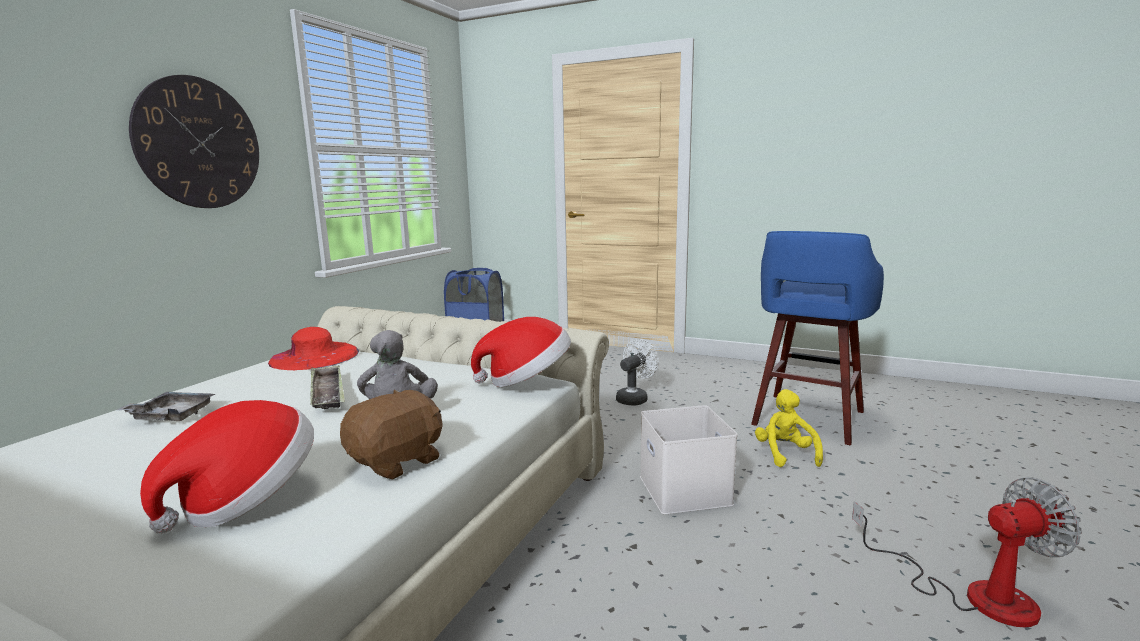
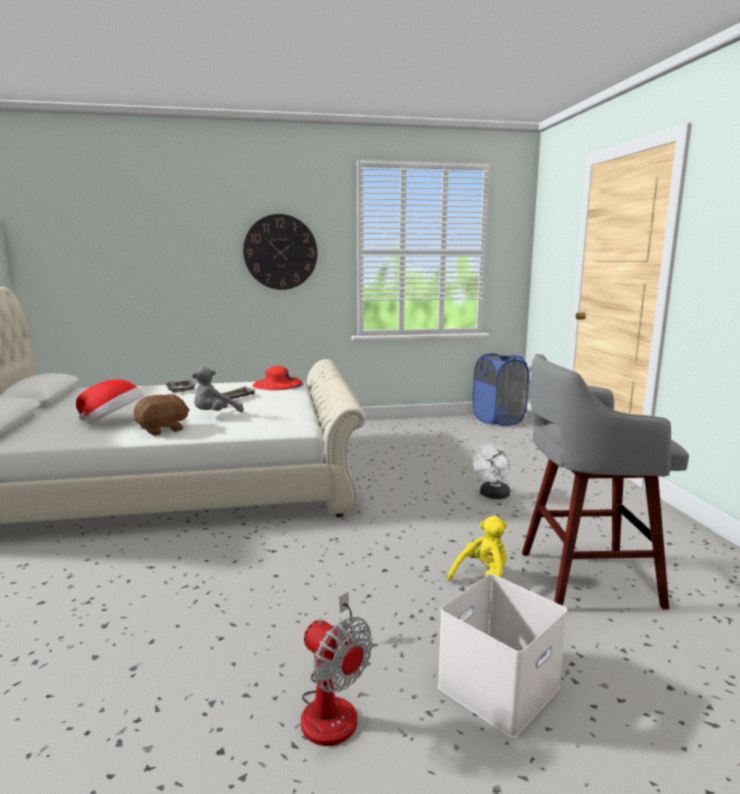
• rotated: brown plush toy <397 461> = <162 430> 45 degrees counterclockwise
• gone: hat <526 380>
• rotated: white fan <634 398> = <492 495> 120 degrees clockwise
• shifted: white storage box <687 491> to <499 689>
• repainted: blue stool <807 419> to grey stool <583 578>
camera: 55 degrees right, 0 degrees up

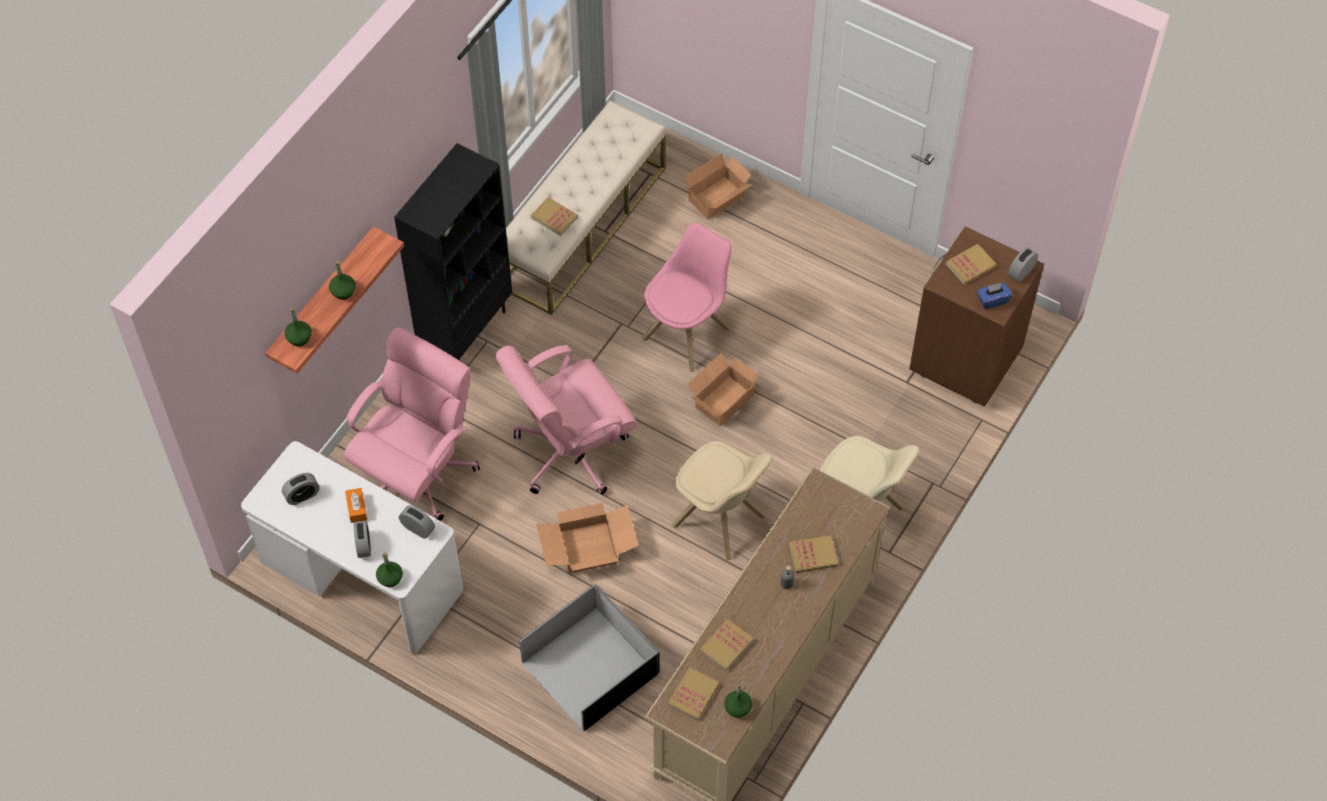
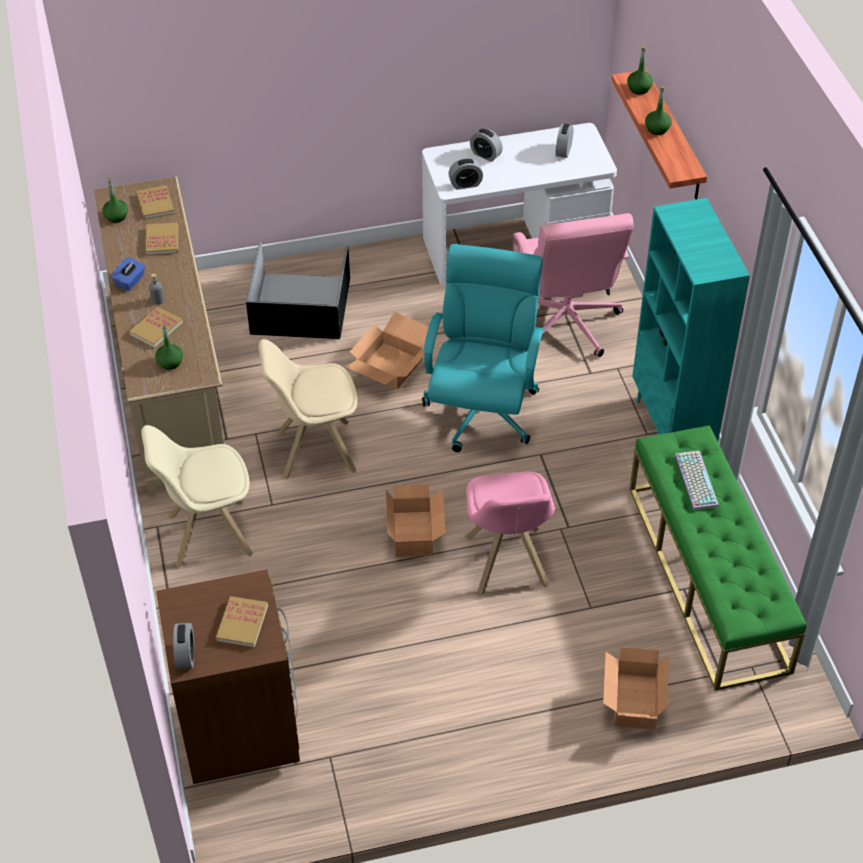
• gone: orange tissue box <356 508>
• shifted: green bottle <390 578> to <170 362>
• repainted: black bookcase <466 330> to turquoise bookcase <672 428>
• repainted: pink office chair <571 451> to turquoise office chair <482 411>
• repainted: beige bench <582 225> to green bench <707 577>
• swapped: book <554 217> to keyboard <694 480>
• shifted: blue tissue box <992 300> to <130 281>
camera: 135 degrees right, 10 degrees down

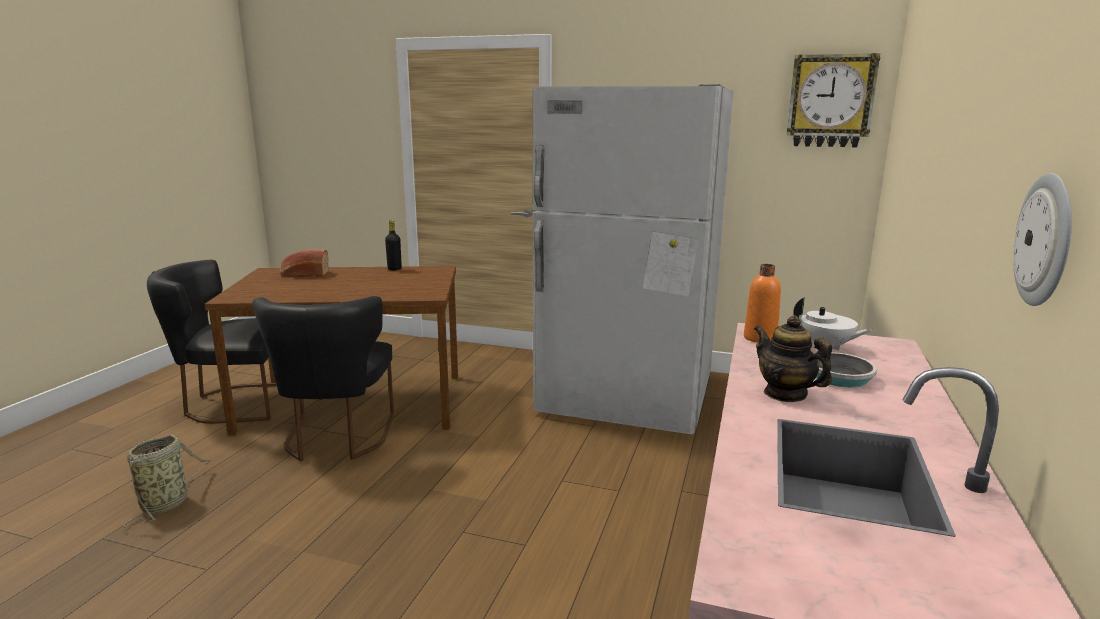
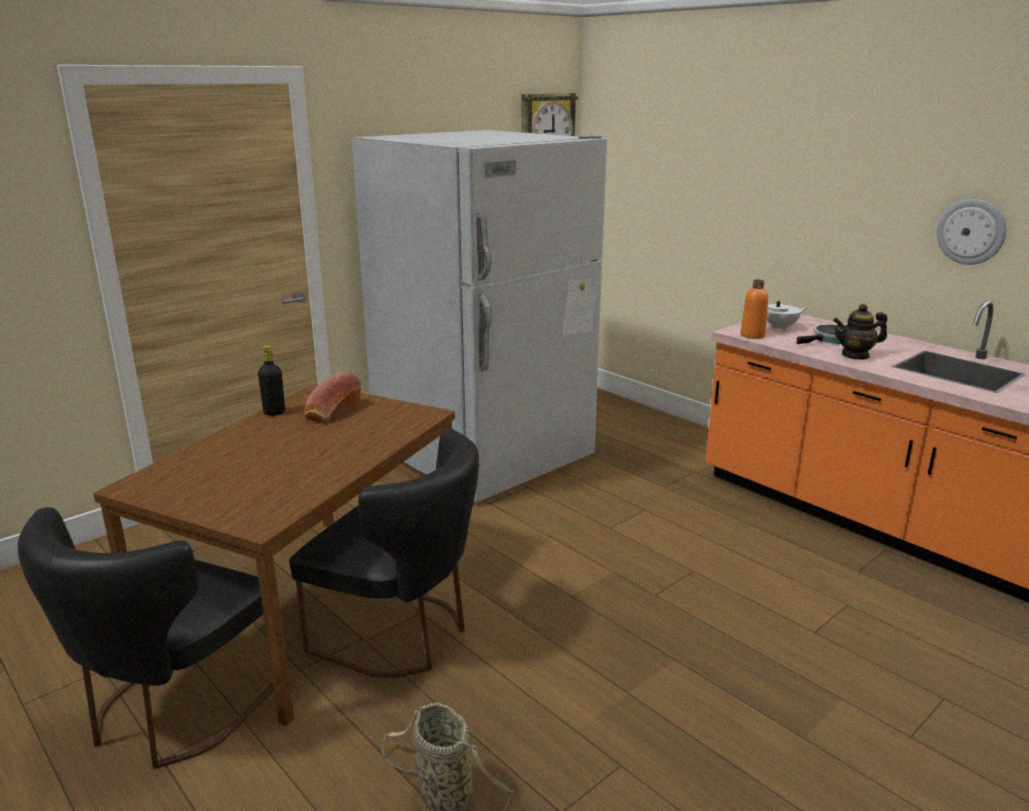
• shifted: bread <304 274> to <332 412>
camera: 60 degrees left, 5 degrees up

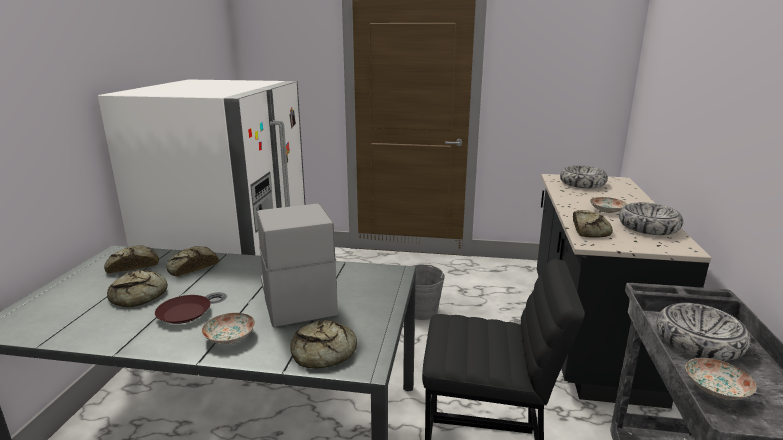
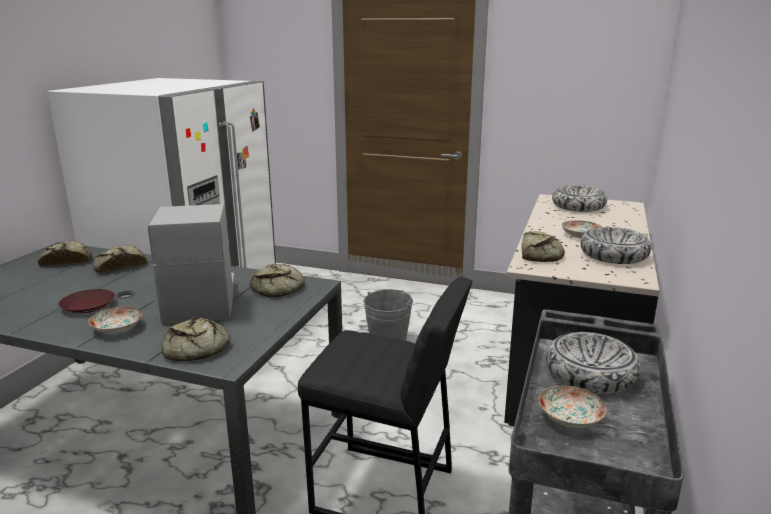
• shifted: bread <140 295> to <280 288>
camera: 10 degrees right, 0 degrees up

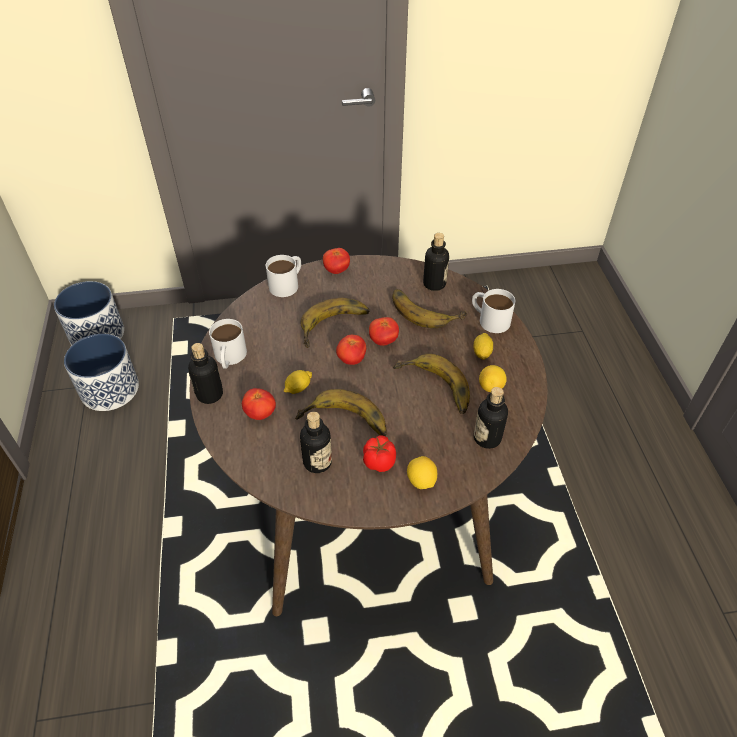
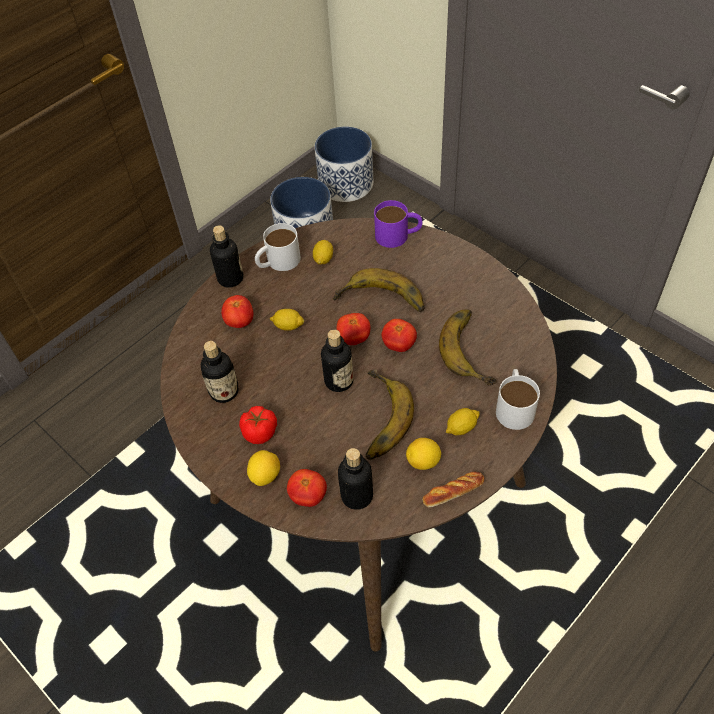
• repainted: white mug <287 283> to purple mug <398 235>
• gone: banana <343 424>
• shifted: tomato <336 270> to <308 496>
• shifted: bottle <434 284> to <339 381>
• new: lemon <323 259>
• new: bread <453 492>
camera: 55 degrees right, 5 degrees up

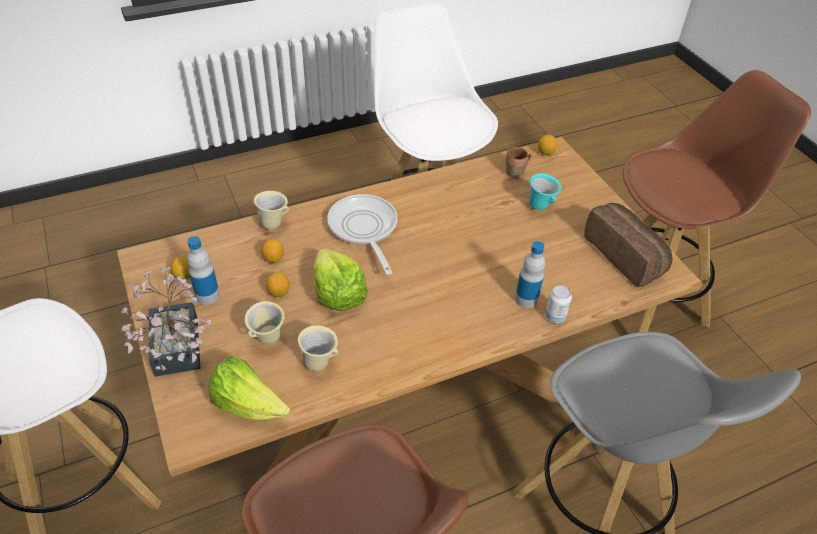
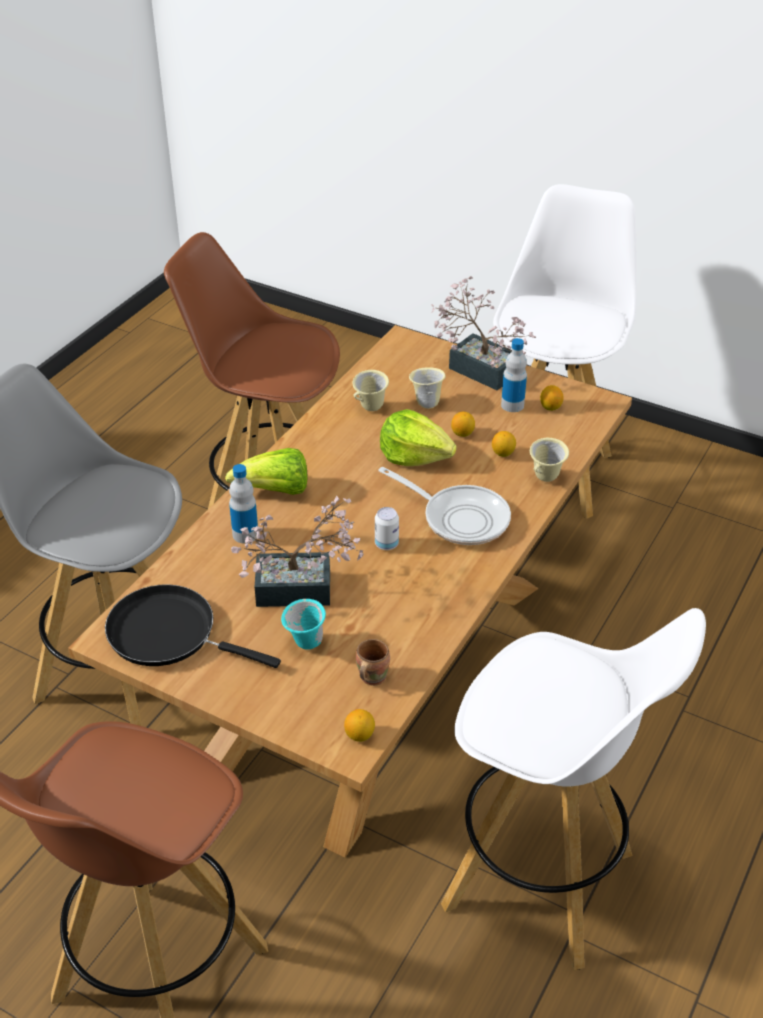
• shifted: lettuce <248 405> to <275 491>
• shifted: can <555 316> to <386 544>
• swapped: bread <625 255> to black frying pan <169 633>
• new: potted plant <304 589>
camera: 145 degrees right, 5 degrees down

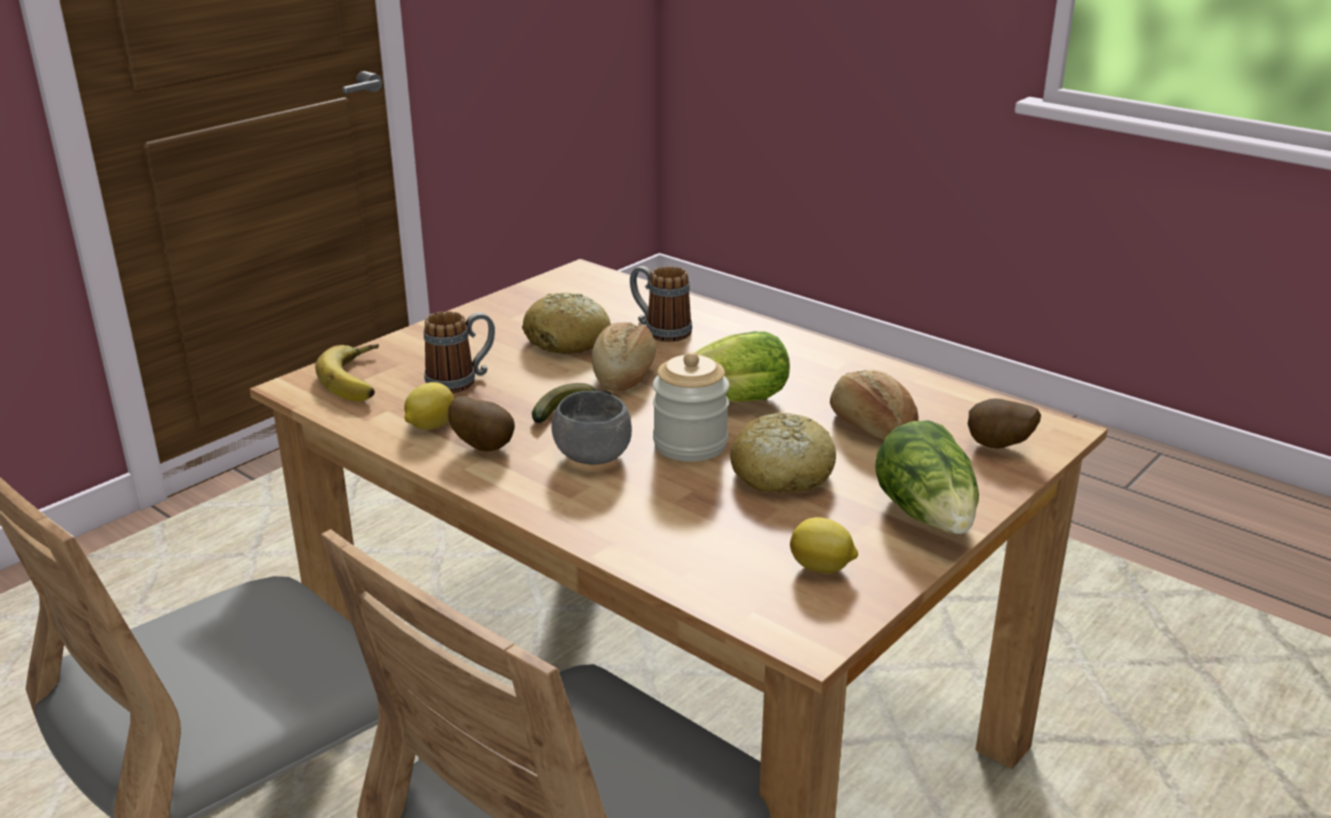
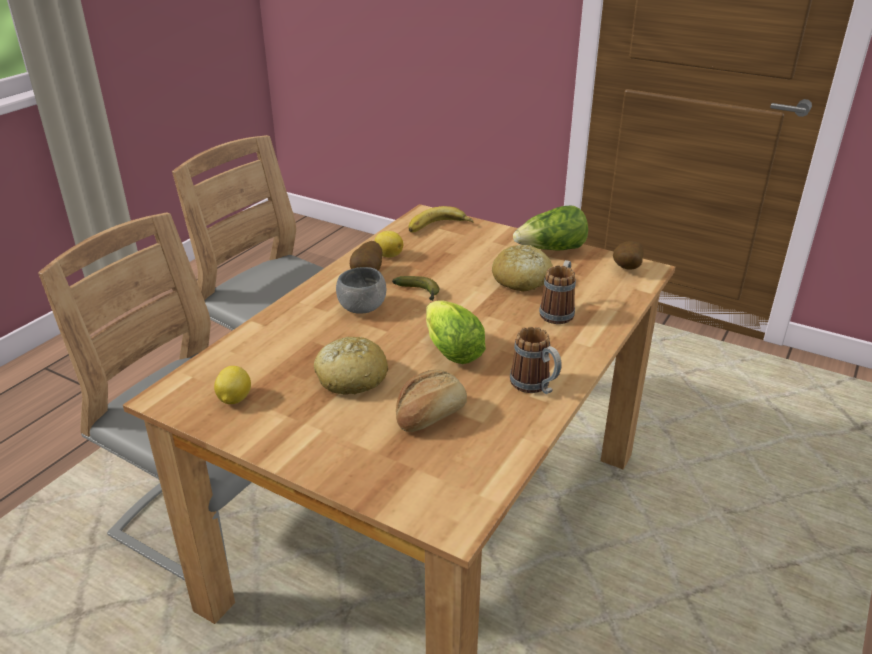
• shifted: mug <462 381> to <535 387>
• gone: bread <624 374>
• gone: jar <690 444>
• shifted: lettuce <928 516> to <551 250>
• shifted: potato <998 448> to <625 269>
camera: 80 degrees right, 5 degrees up

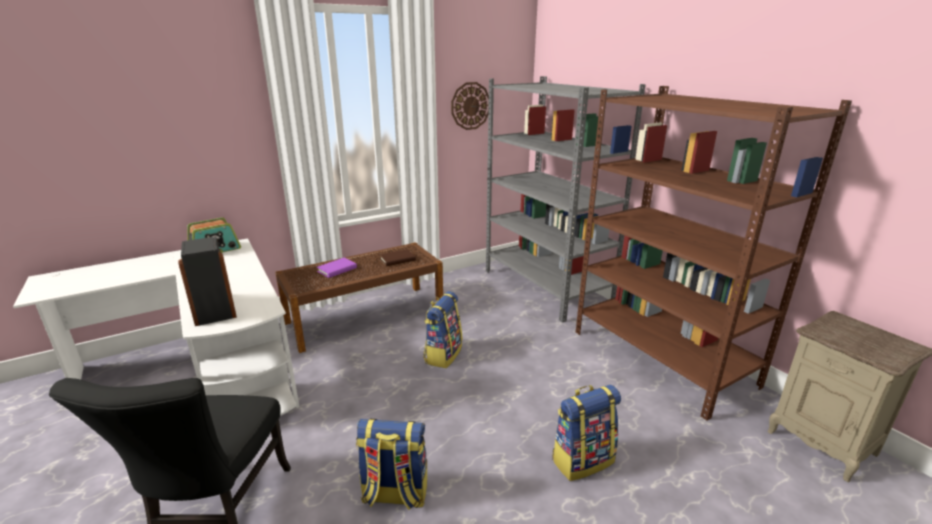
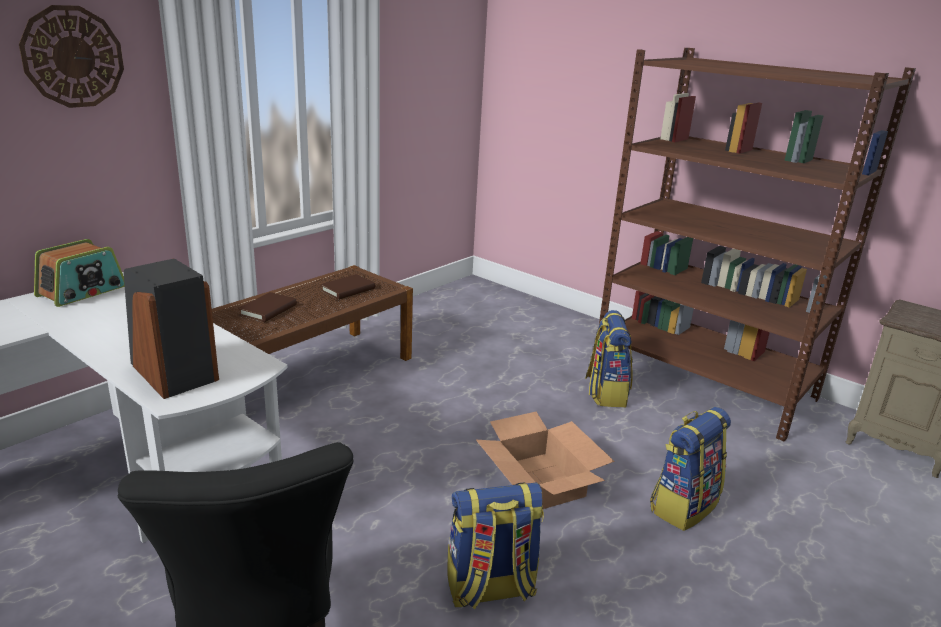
• repainted: purple book <337 270> to brown book <268 310>
• shifted: backpack <443 354> to <605 393>
• shifted: wall clock <470 106> to <73 57>
• gone: grey bookcase <545 286>
• new: cardboard box <540 481>
camera: 20 degrees left, 0 degrees up

